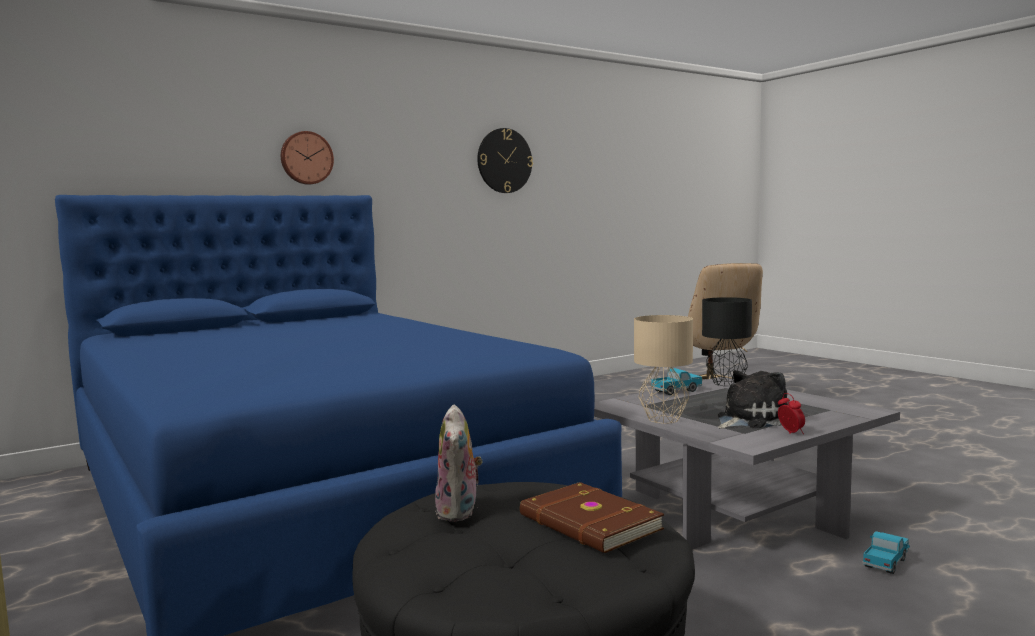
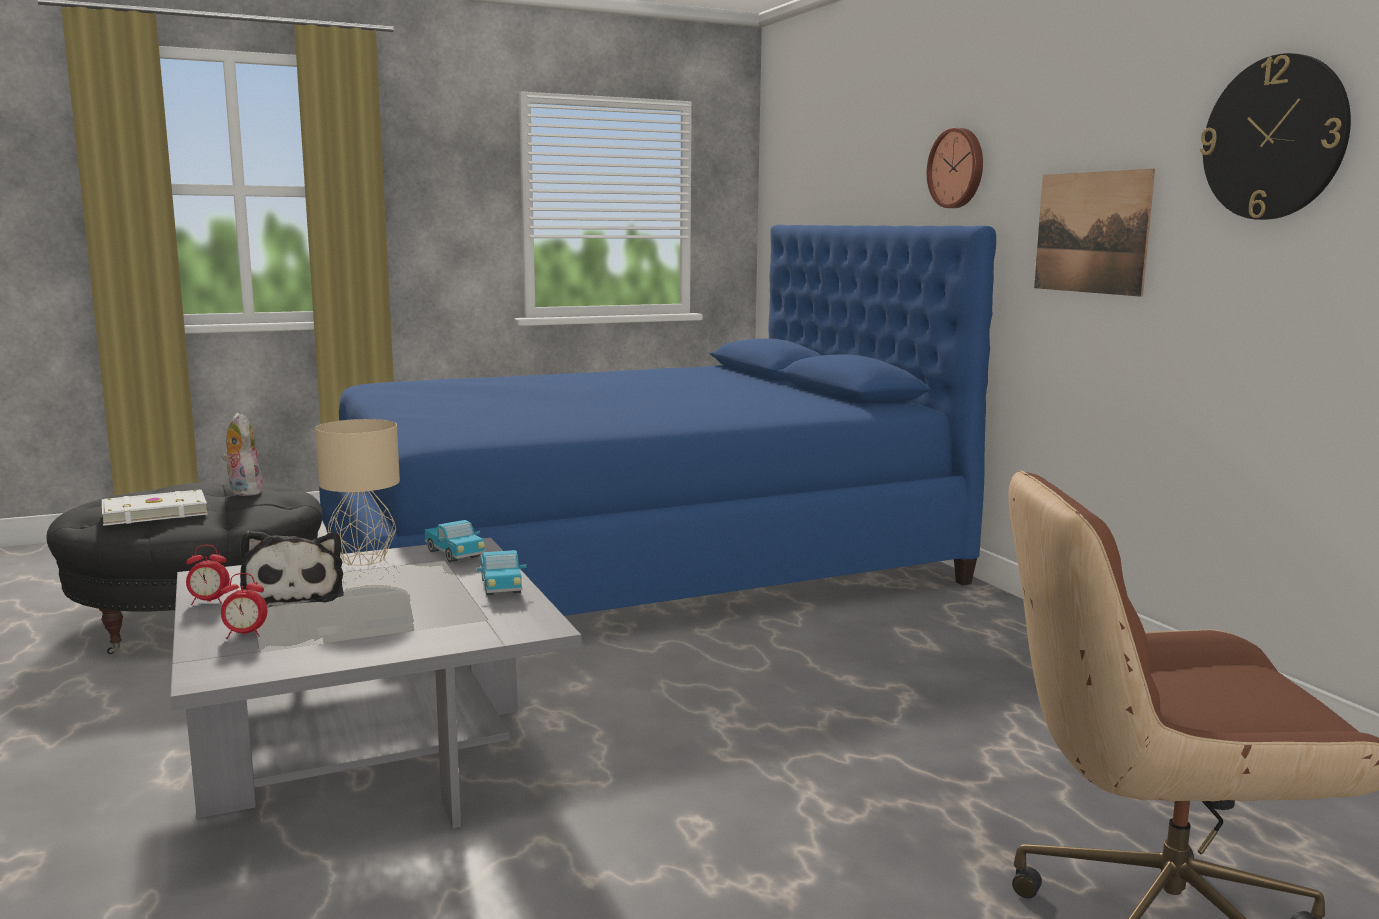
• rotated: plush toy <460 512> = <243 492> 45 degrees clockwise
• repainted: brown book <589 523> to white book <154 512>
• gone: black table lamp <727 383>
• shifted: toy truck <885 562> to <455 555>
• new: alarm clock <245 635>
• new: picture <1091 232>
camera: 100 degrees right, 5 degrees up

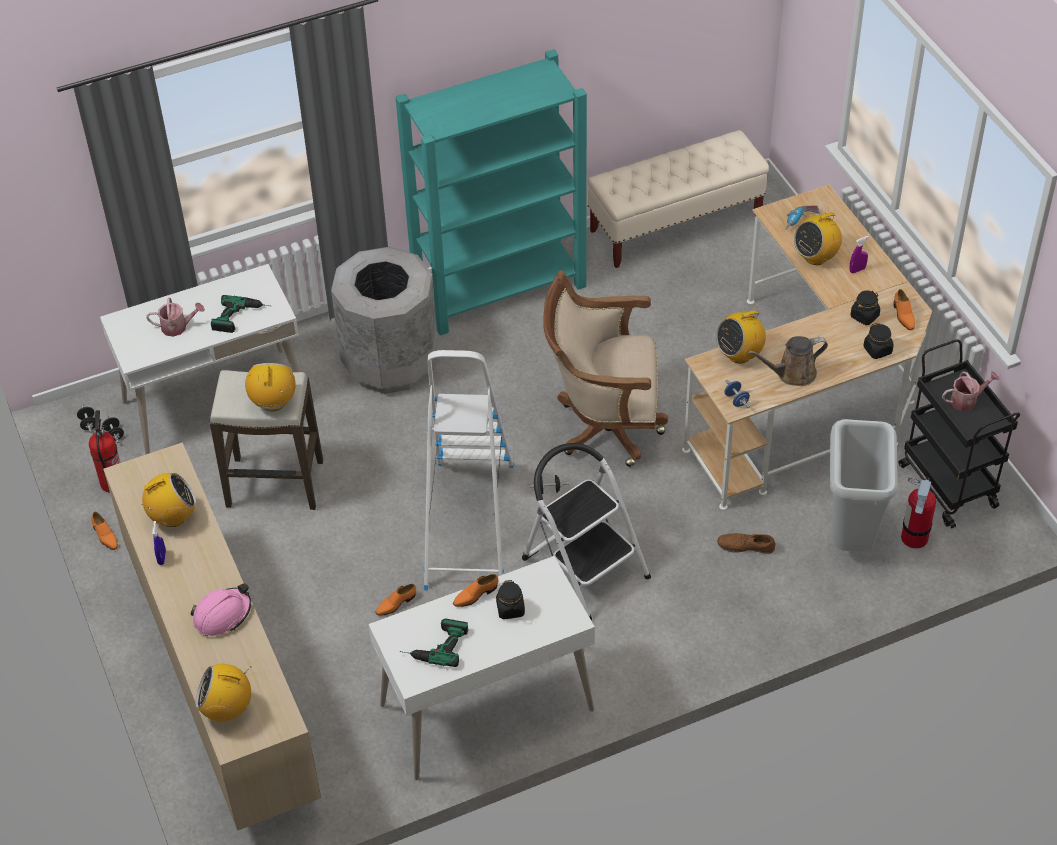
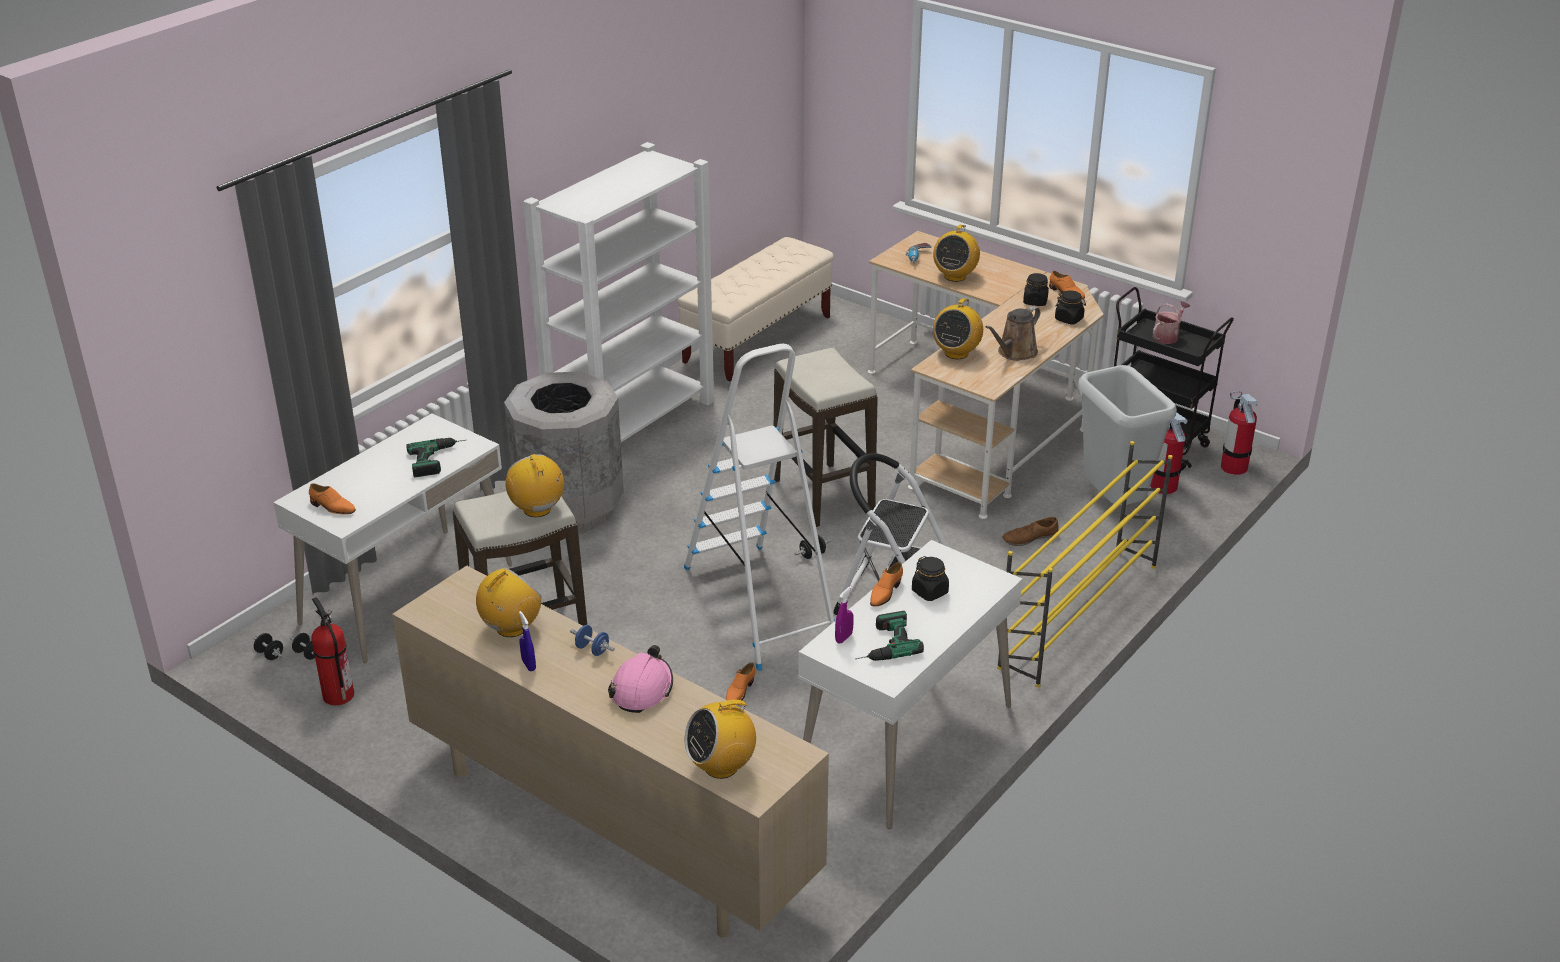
• shifted: orange shoe <105 536> to <332 507>
• gone: watering can <178 327>
• repainted: turquoise bookcase <499 288> to white bookcase <631 424>
• swapped: office chair <603 429> to stool <823 495>
• shifted: blue dumbbell <736 400> to <592 650>
• shifted: purple spray bottle <857 270> to <843 638>
• new: yellow shoe rack <1078 616>
• new: fire extinguisher <1233 467>
camera: 30 degrees left, 15 degrees down

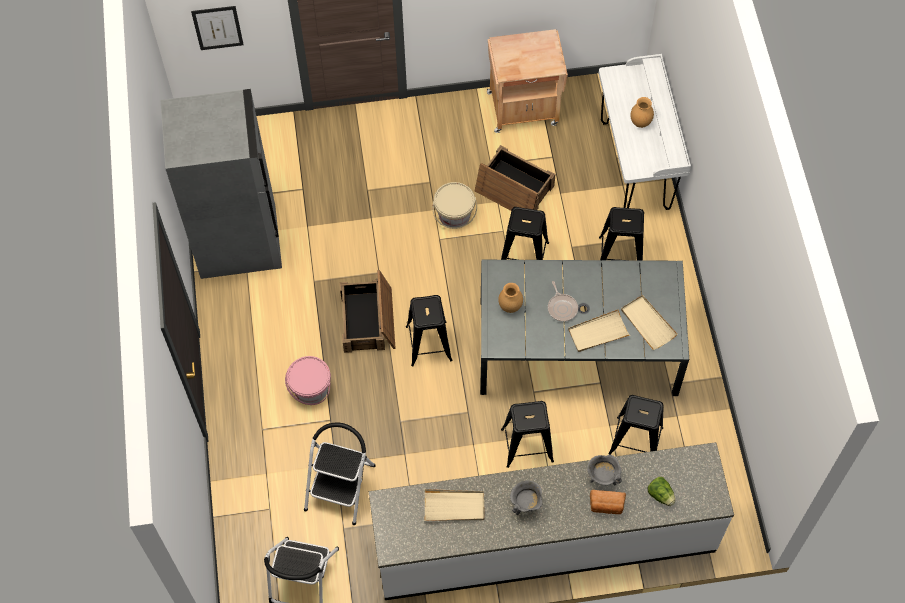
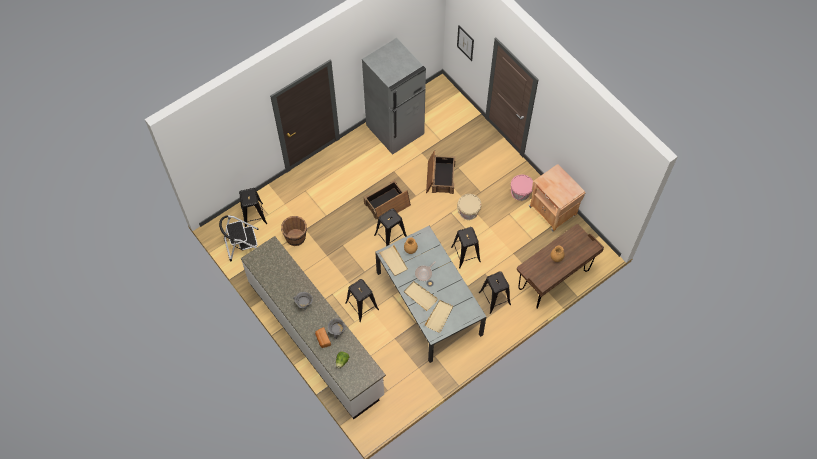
• shifted: pink bucket <311 389> to <520 193>
• swapped: step ladder <341 485> to brown bucket <296 237>
• shifted: beige tray <454 506> to <393 261>
• shifted: crate <513 189> to <440 177>
• repainted: white desk <635 165> to brown desk <553 280>
• shifted: black stool <636 441> to <254 216>
camera: 60 degrees right, 0 degrees up

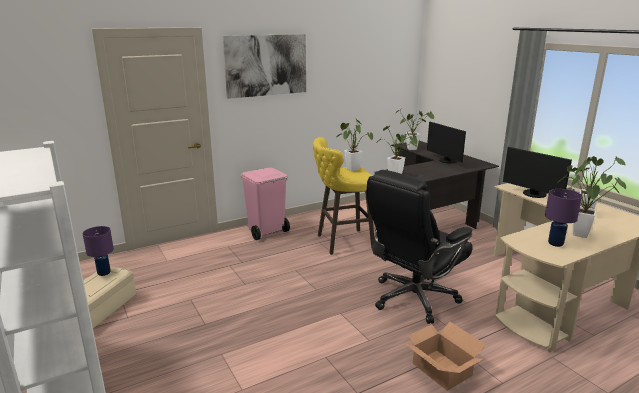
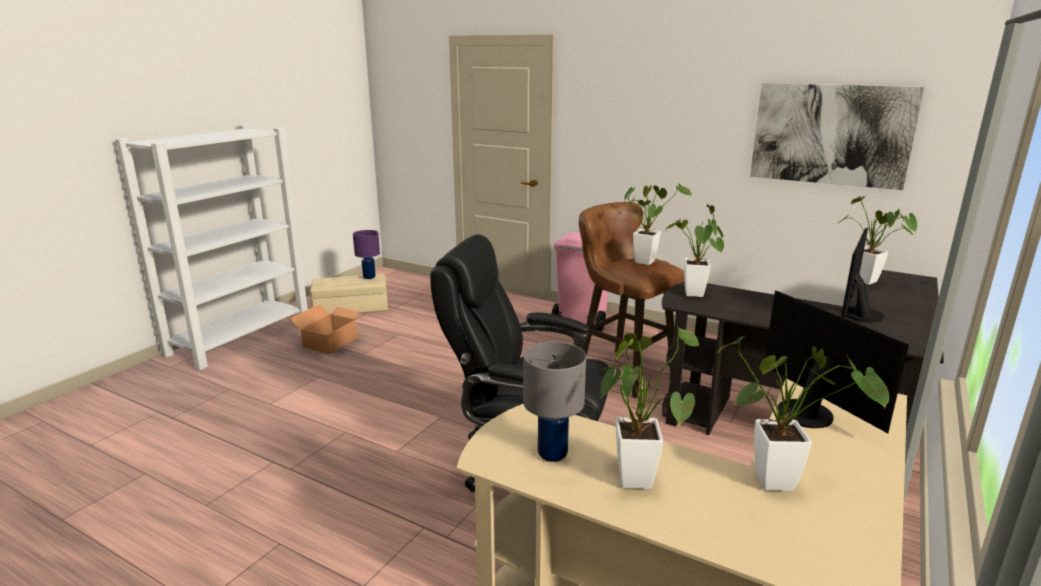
• shifted: picture <266 65> to <830 134>
• repainted: yellow stool <342 242> to brown stool <622 371>
• shifted: cardboard box <441 370> to <329 342>
• rotated: monitor <533 194> = <809 412> 135 degrees clockwise
• repainted: purple table lamp <556 244> to grey table lamp <552 455>
camera: 60 degrees right, 0 degrees up

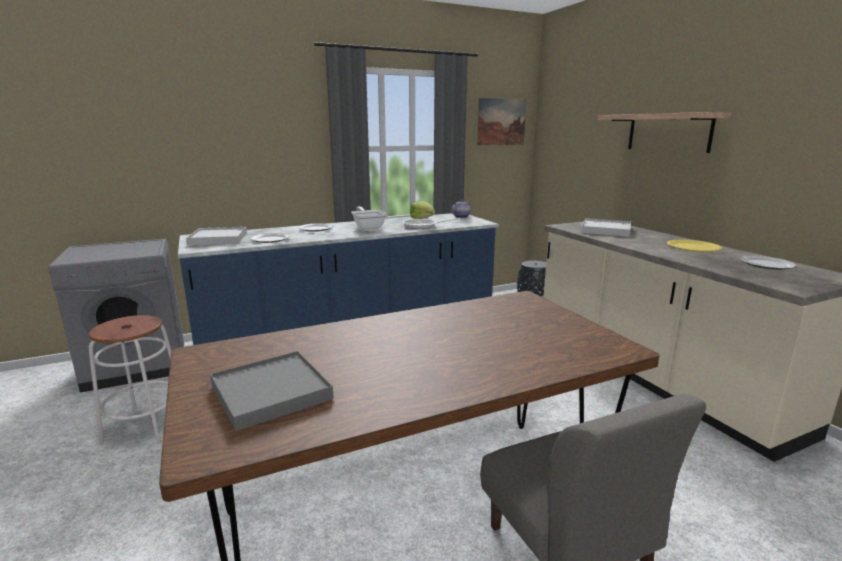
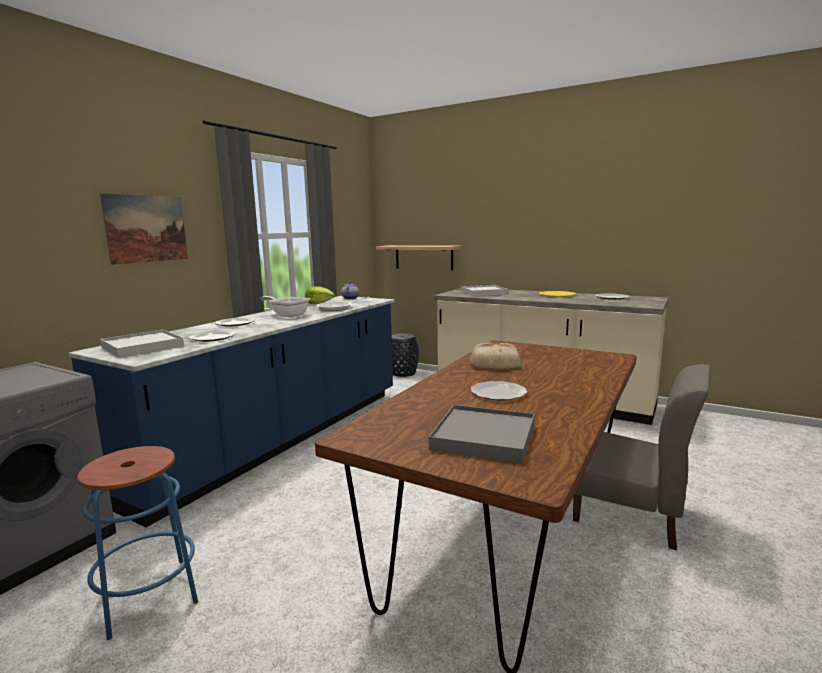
• repainted: white stool <146 425> to blue stool <149 596>
• shifted: picture <501 122> to <146 228>
• shifted: shelf <668 132> to <424 257>
• new: bread <494 363>
• new: plate <498 393>
camera: 35 degrees left, 5 degrees down

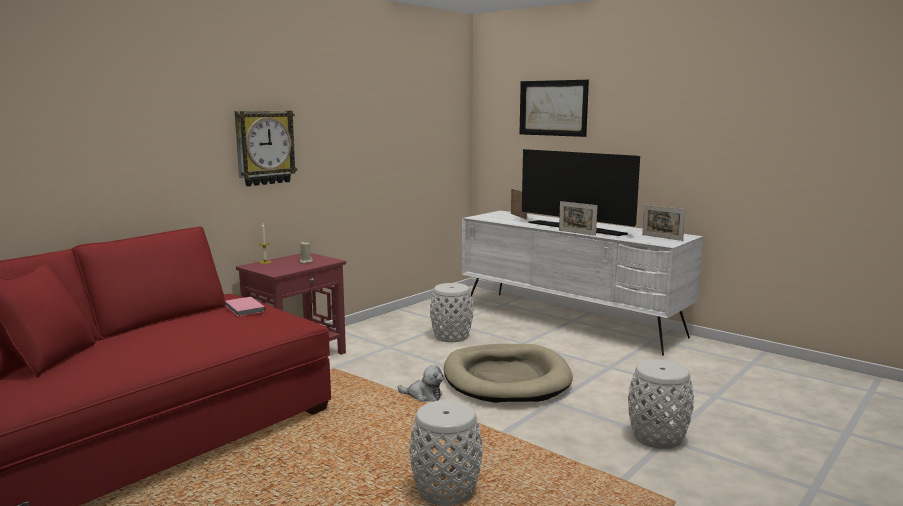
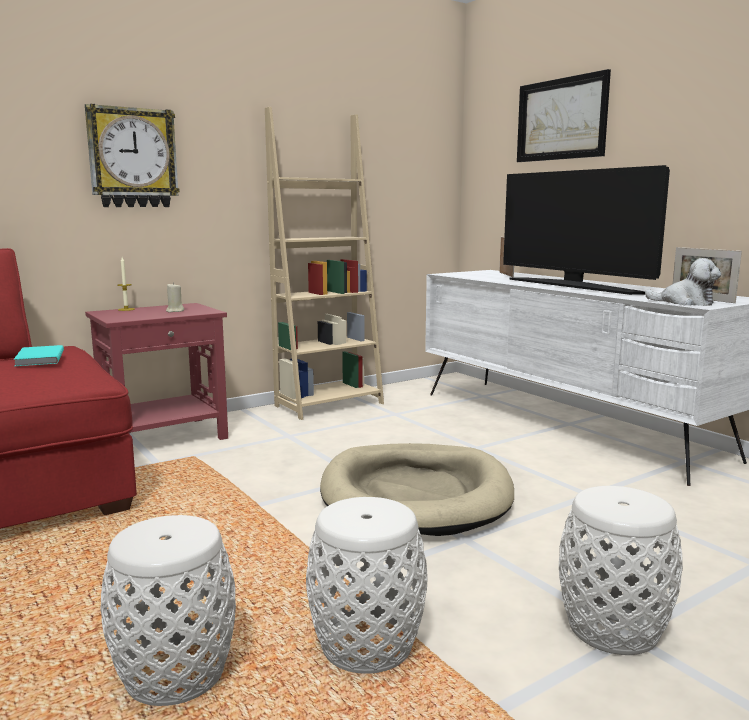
• repainted: pink book <244 308> to turquoise book <38 358>
• shifted: plush toy <423 396> to <685 302>
• shifted: white stool <451 336> to <367 646>
• gone: picture frame <577 233>
• new: beige bookcase <329 404>
camera: 15 degrees right, 0 degrees up

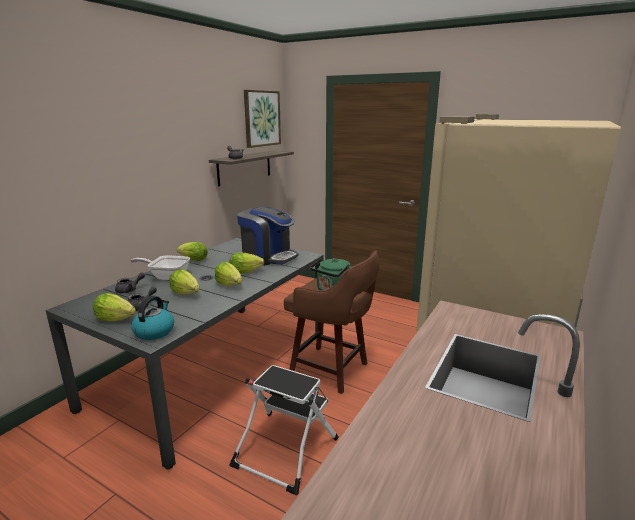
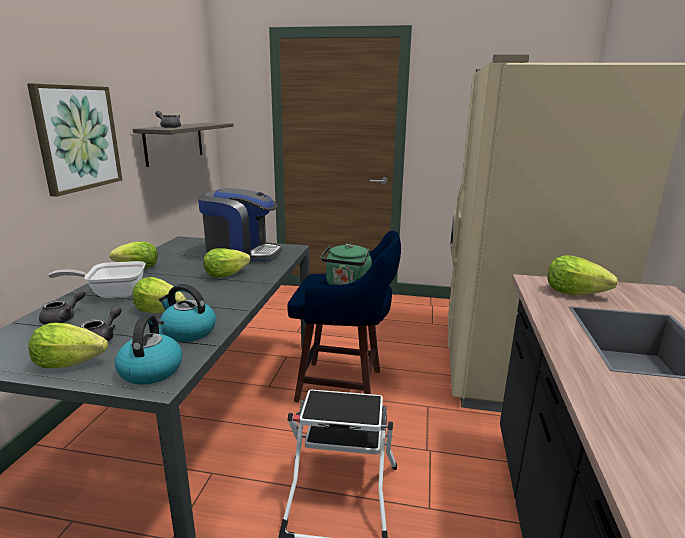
• shifted: lettuce <229 285> to <573 293>
• shifted: picture <261 118> to <77 138>
• repainted: brown stool <331 370> to blue stool <344 386>
• new: kettle <188 331>
camera: 20 degrees left, 0 degrees up

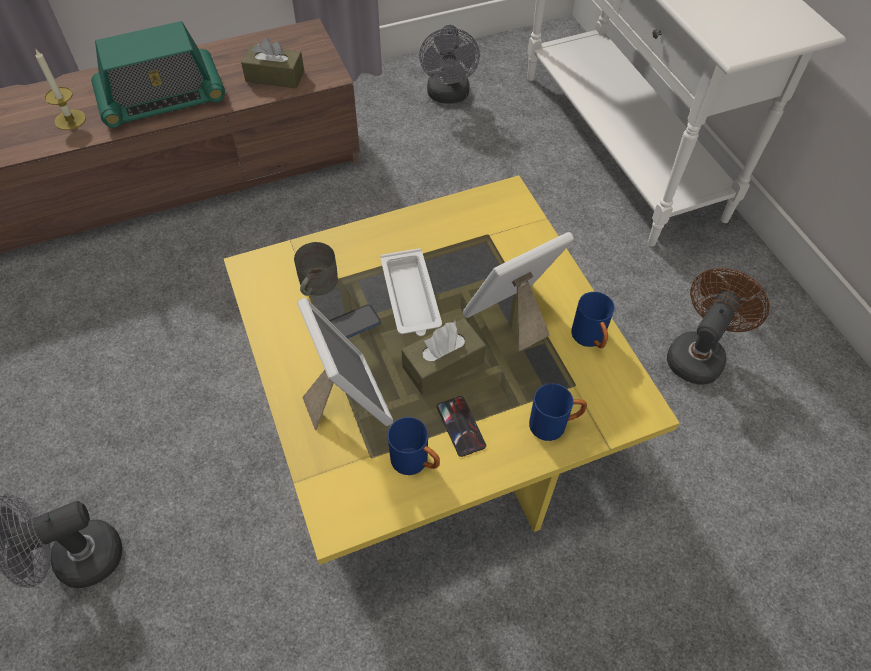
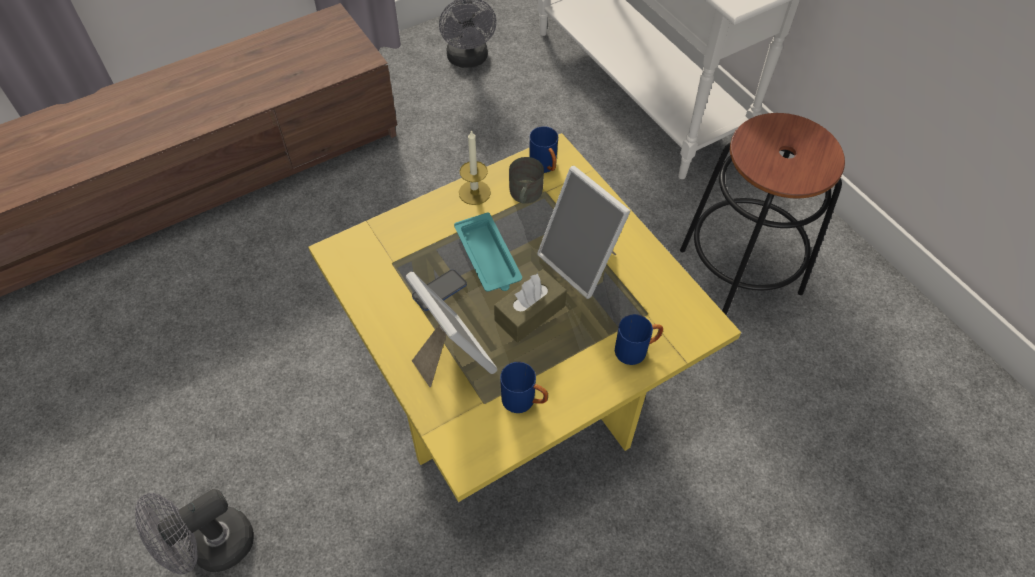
• shifted: candle <70 120> to <474 192>
• gone: radio <162 99>
• gone: brown tissue box <275 76>
• shifted: grey mug <316 285> to <524 195>
• repainted: white tray <411 297> to turquoise tray <488 257>
• gone: phone <461 426>
• rotated: picture frame <512 318> = <581 263> 90 degrees counterclockwise
• shifted: blue mug <590 339> to <545 167>
• swapped: brown fan <698 354> to black stool <740 271>
camera: 10 degrees left, 0 degrees up

